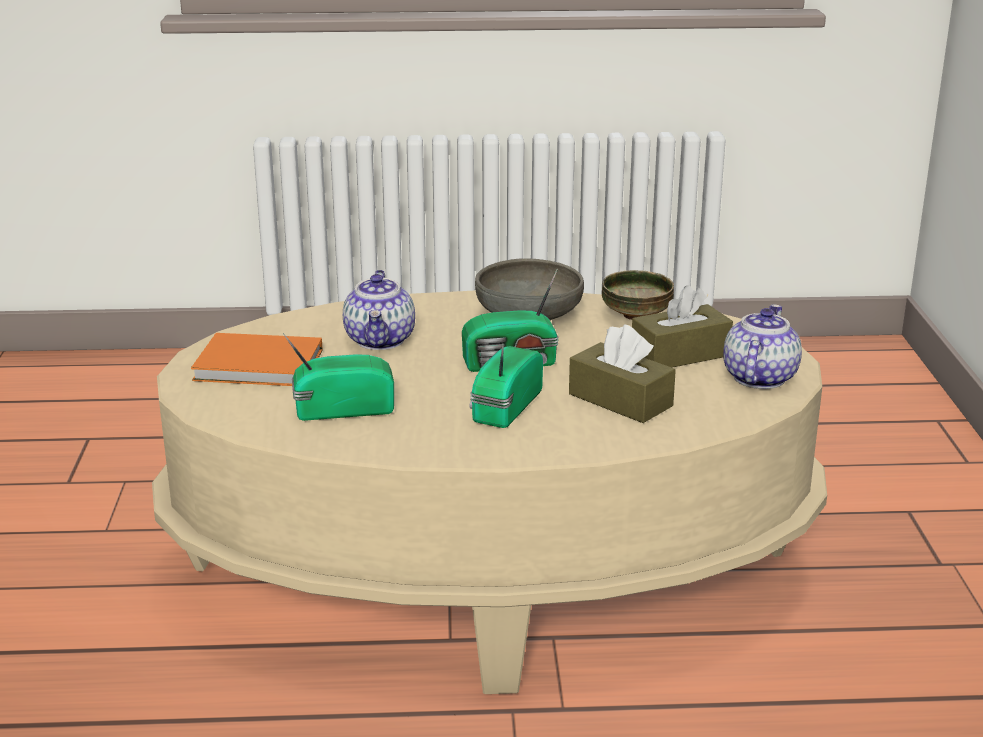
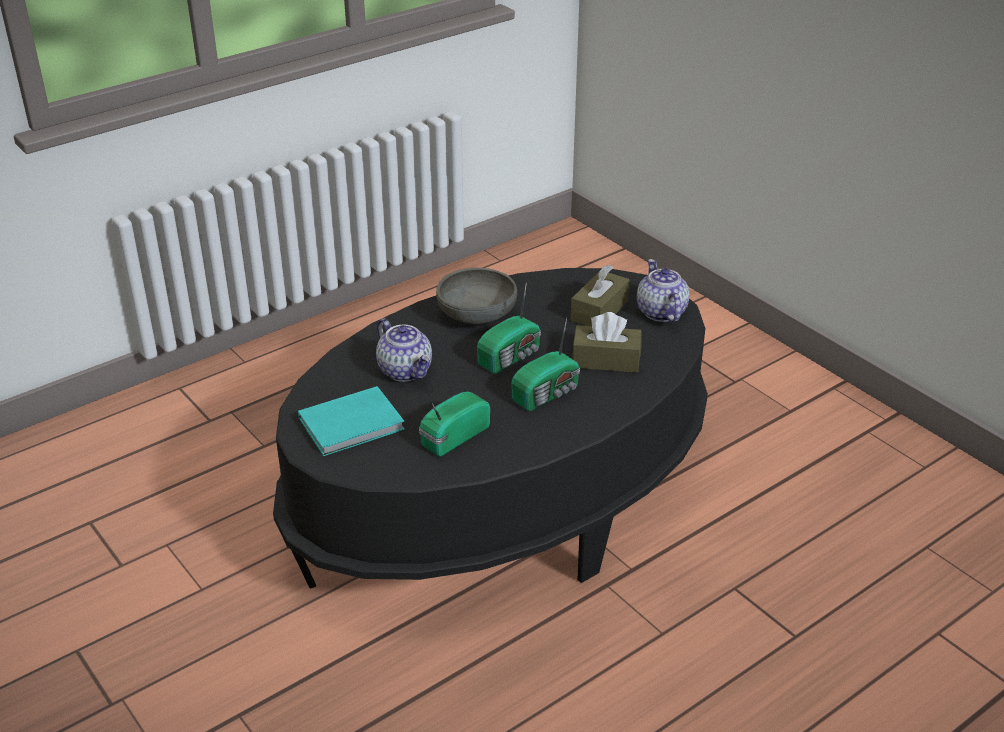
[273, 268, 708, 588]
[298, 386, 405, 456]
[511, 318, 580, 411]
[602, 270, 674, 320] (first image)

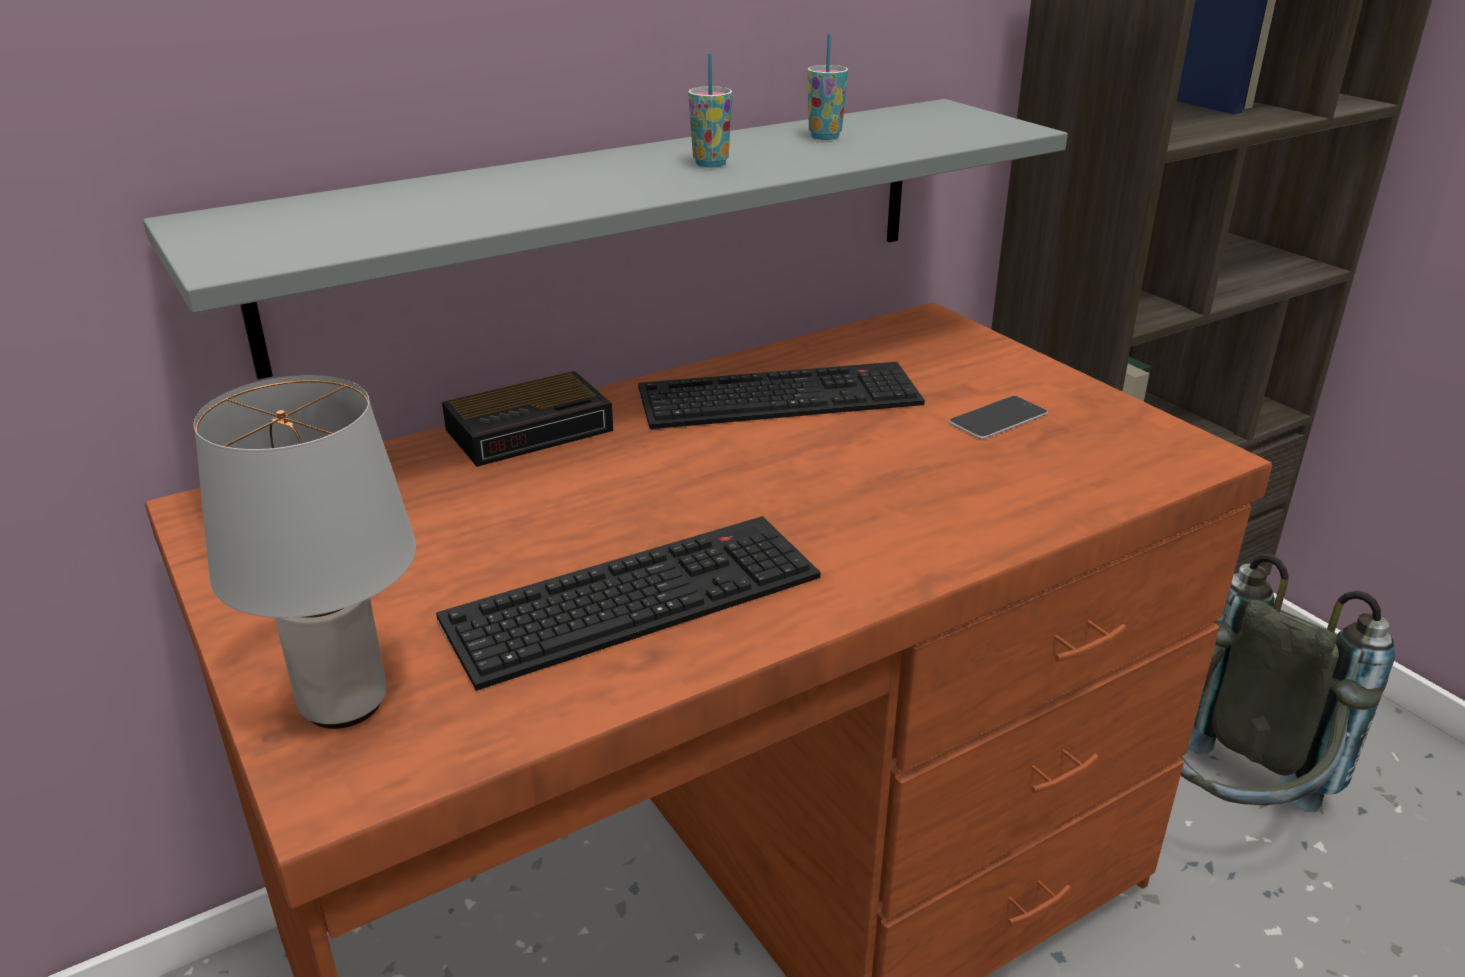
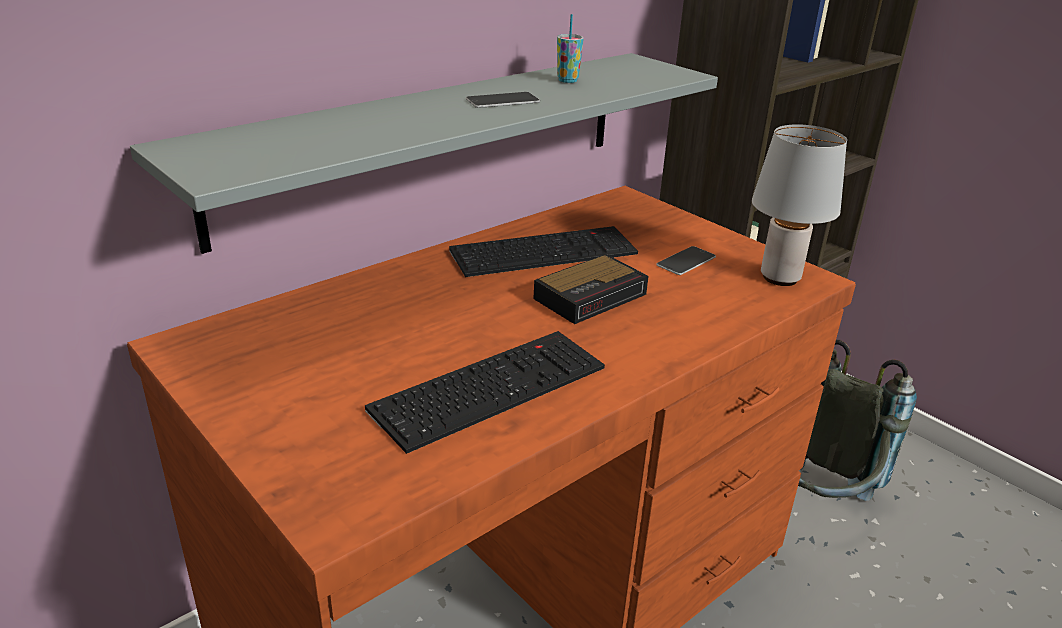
[466, 92, 540, 108]
[533, 254, 649, 324]
[752, 124, 847, 286]

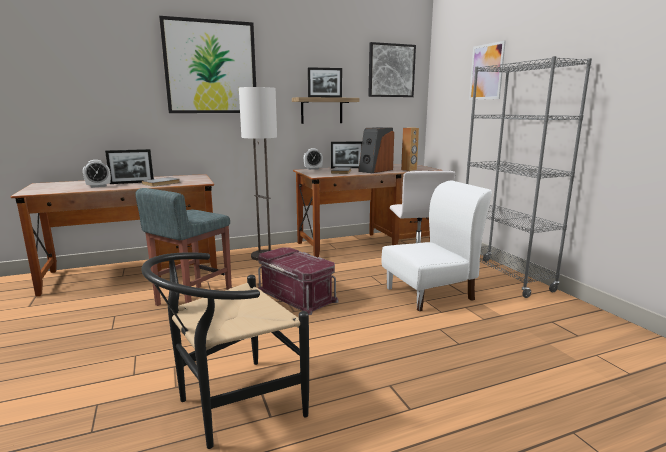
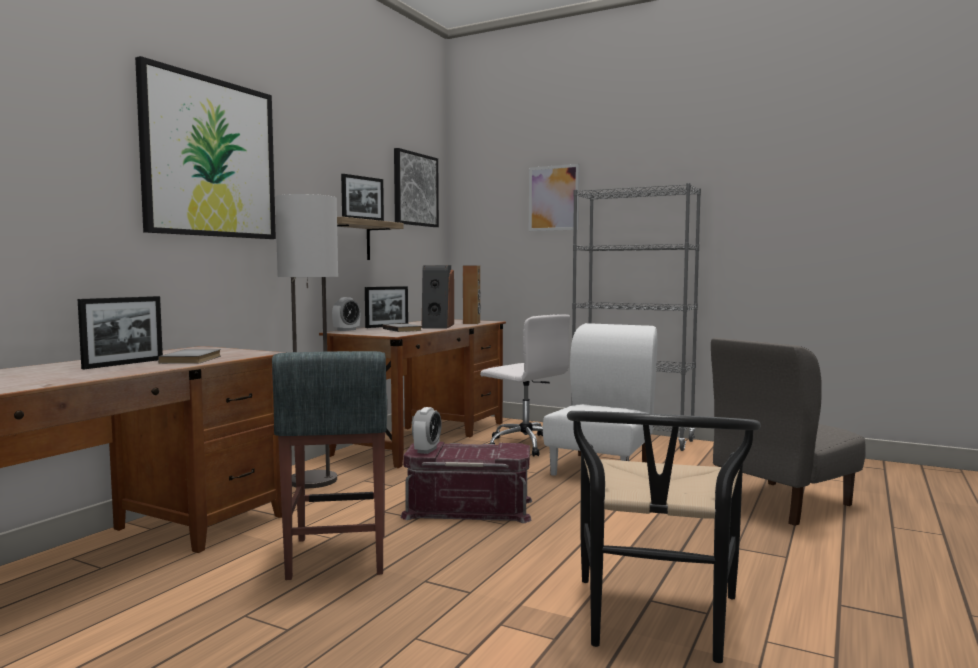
[412, 407, 442, 454]
[711, 338, 866, 526]

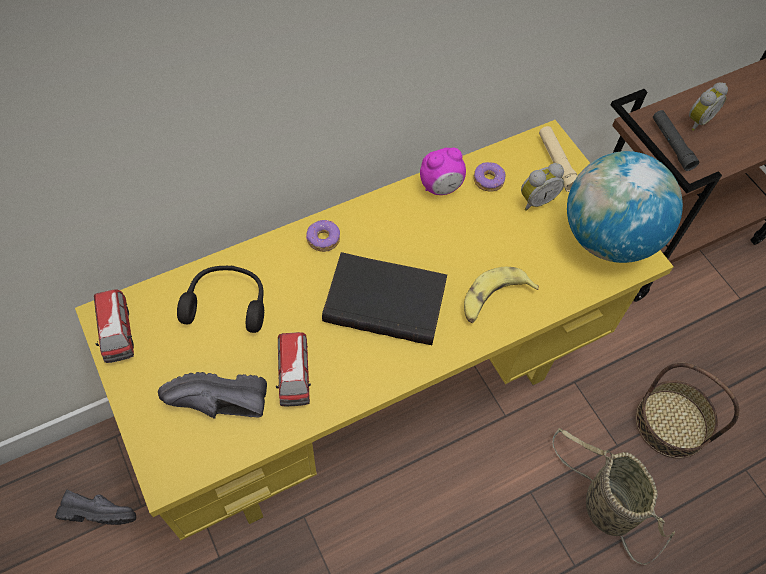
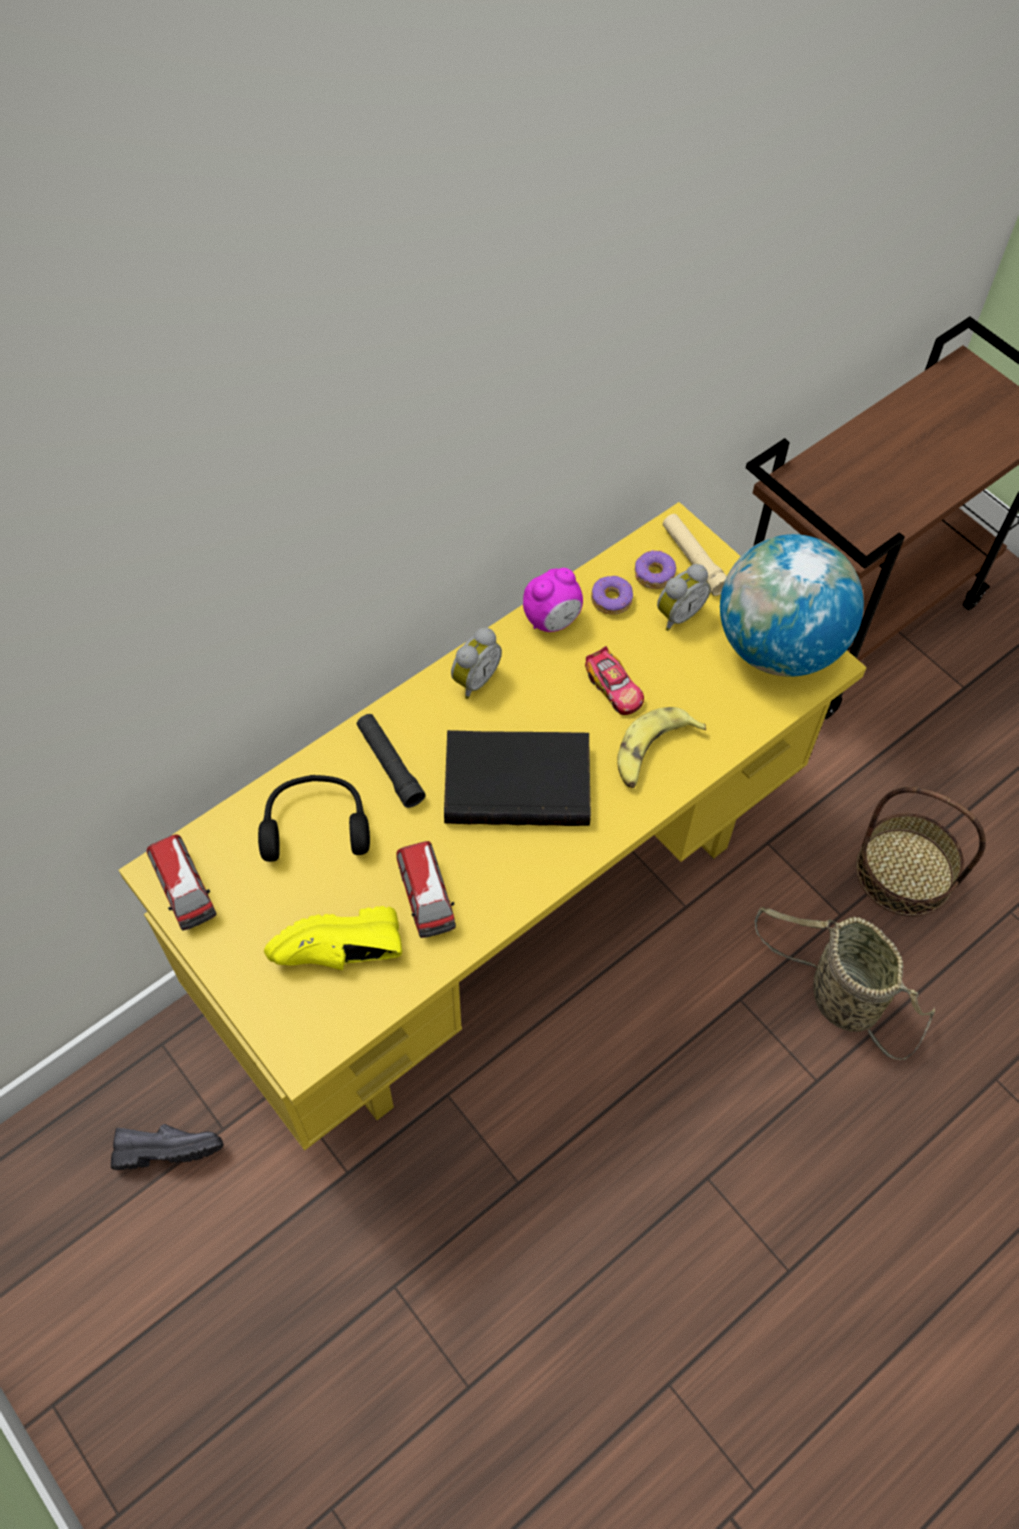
[264, 906, 402, 970]
[357, 714, 425, 808]
[451, 628, 502, 699]
[585, 646, 644, 715]
[635, 550, 676, 589]

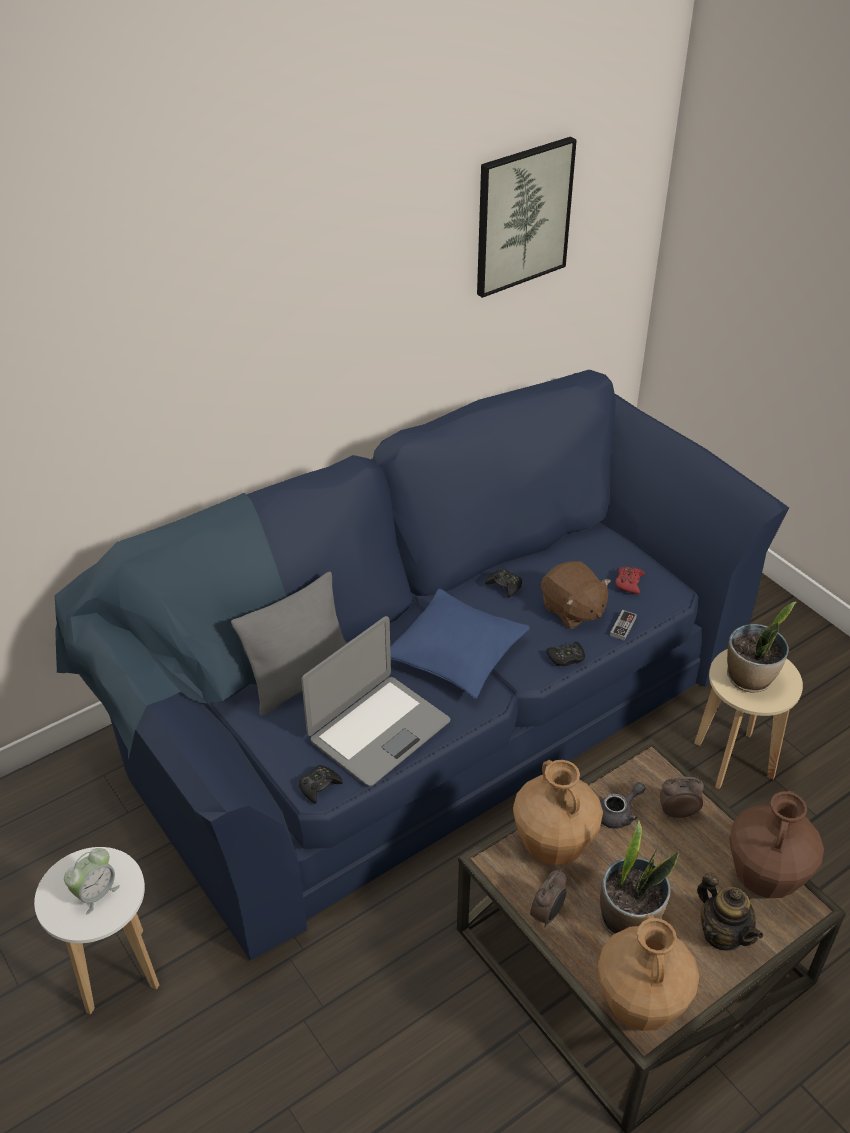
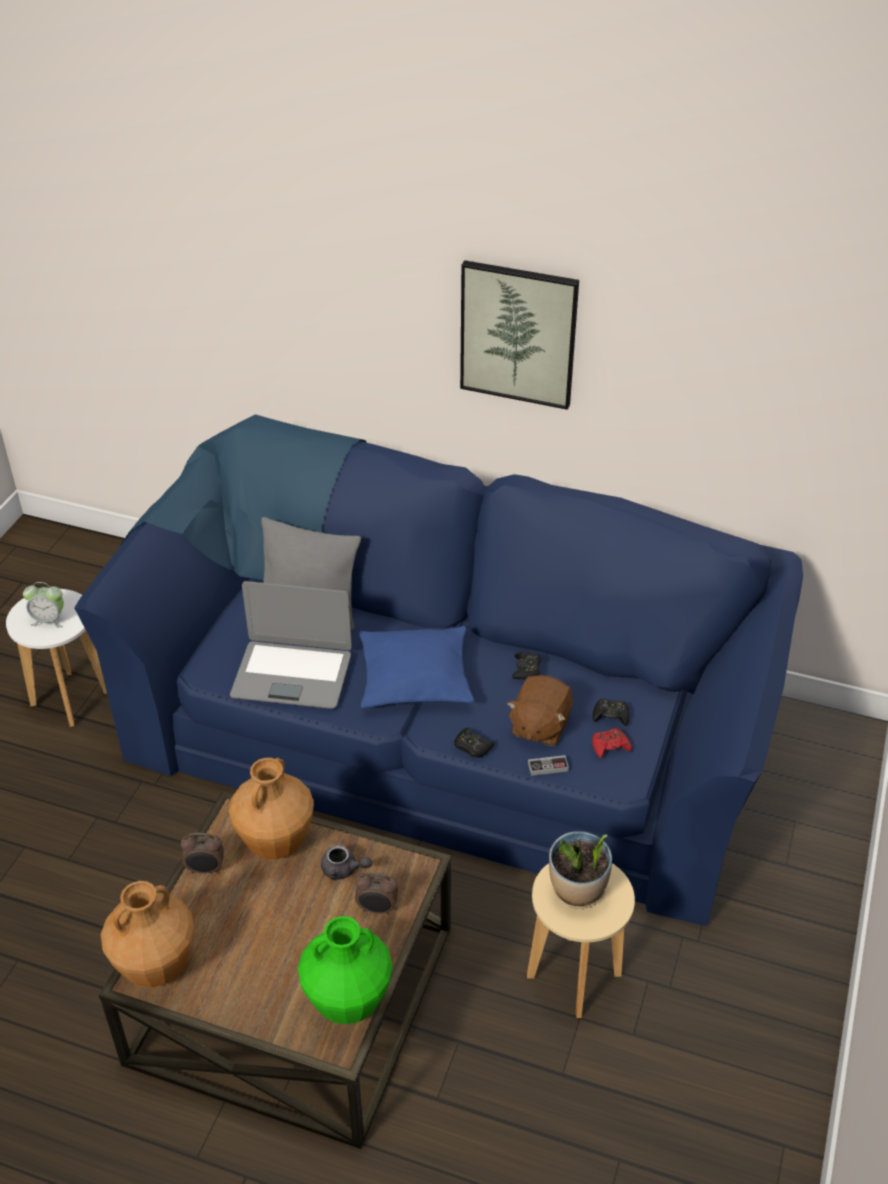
[298, 916, 392, 1024]
[355, 872, 398, 915]
[460, 260, 579, 410]
[593, 698, 630, 726]
[600, 820, 679, 935] (first image)
[697, 873, 763, 951] (first image)

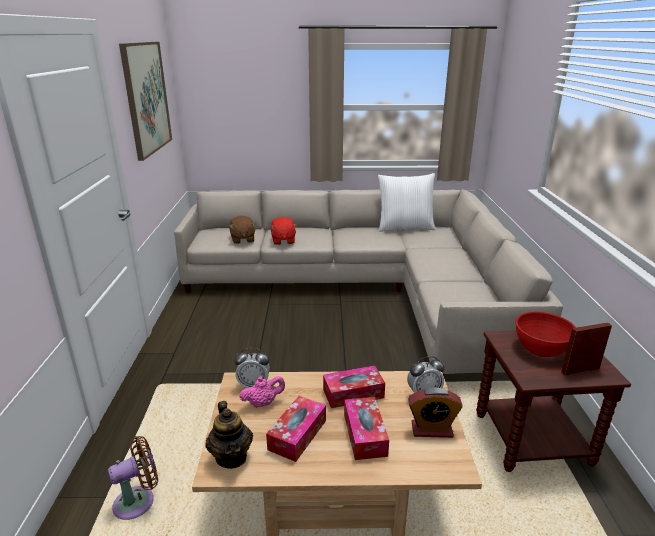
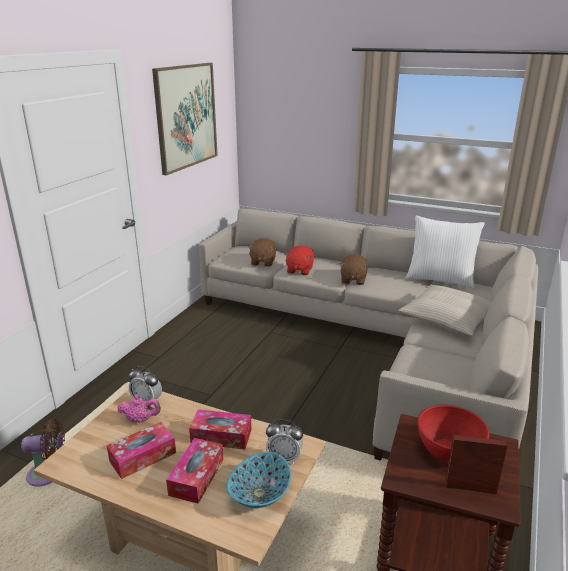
[226, 452, 291, 508]
[339, 254, 369, 285]
[399, 284, 492, 336]
[205, 401, 253, 469] (first image)

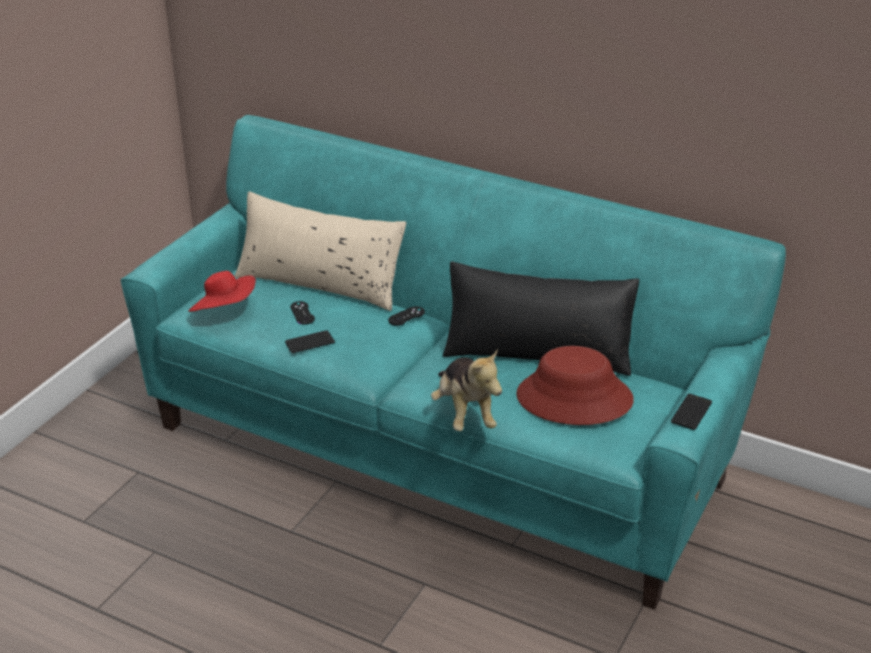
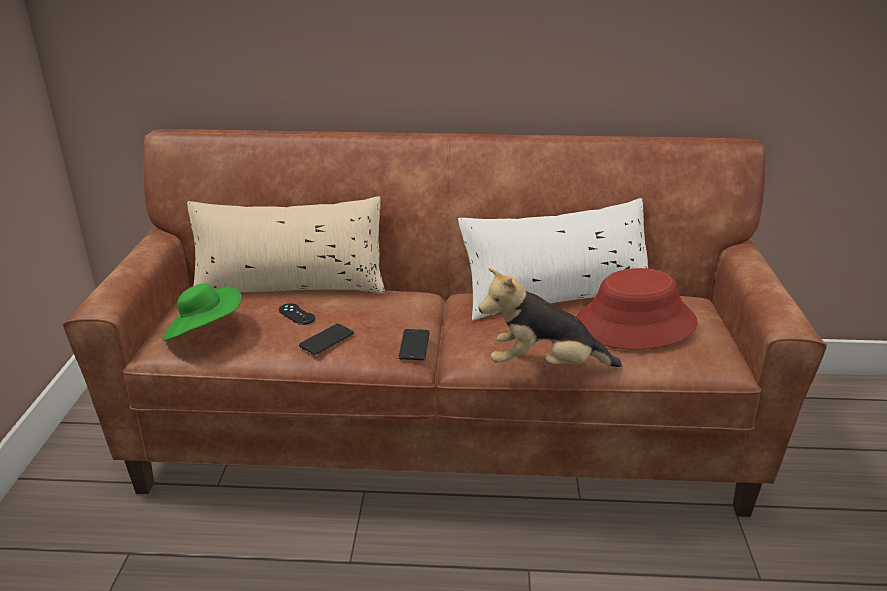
[63, 129, 827, 517]
[162, 283, 242, 341]
[398, 329, 430, 360]
[458, 198, 648, 321]
[479, 268, 622, 367]
[388, 306, 425, 326] (first image)

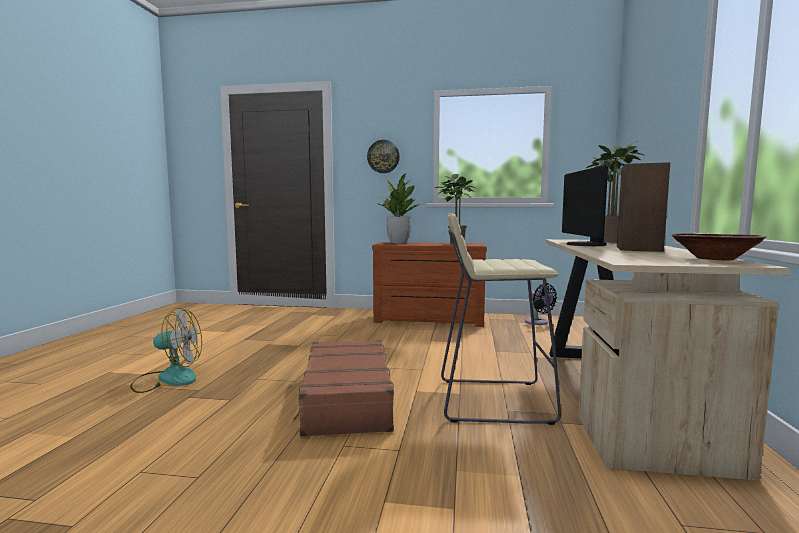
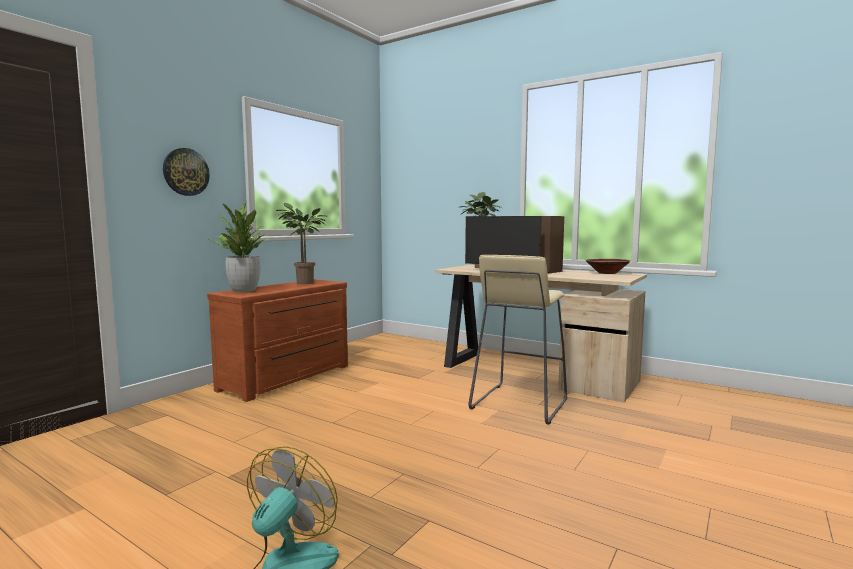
[293, 340, 394, 437] (first image)
[525, 283, 557, 325] (first image)

